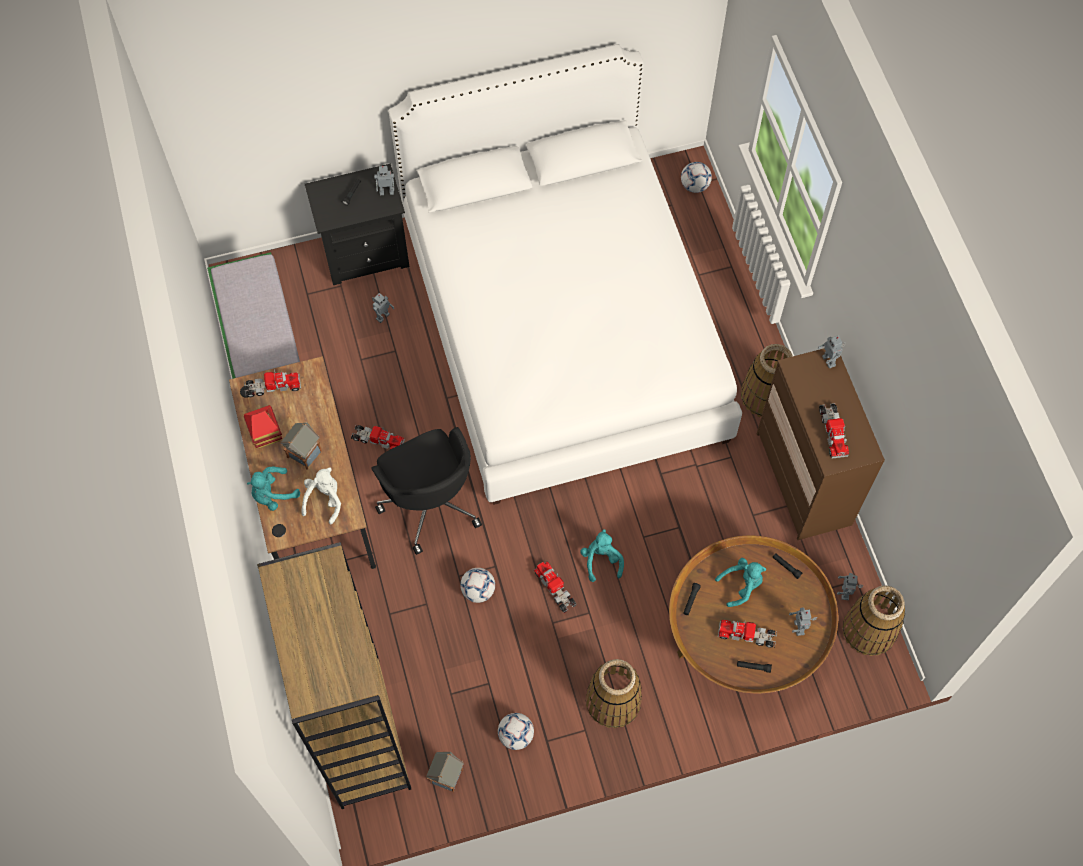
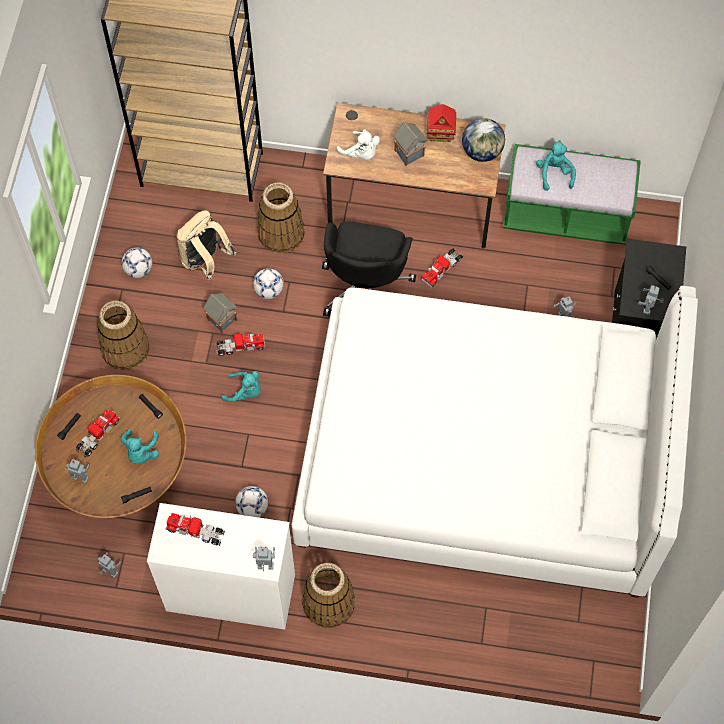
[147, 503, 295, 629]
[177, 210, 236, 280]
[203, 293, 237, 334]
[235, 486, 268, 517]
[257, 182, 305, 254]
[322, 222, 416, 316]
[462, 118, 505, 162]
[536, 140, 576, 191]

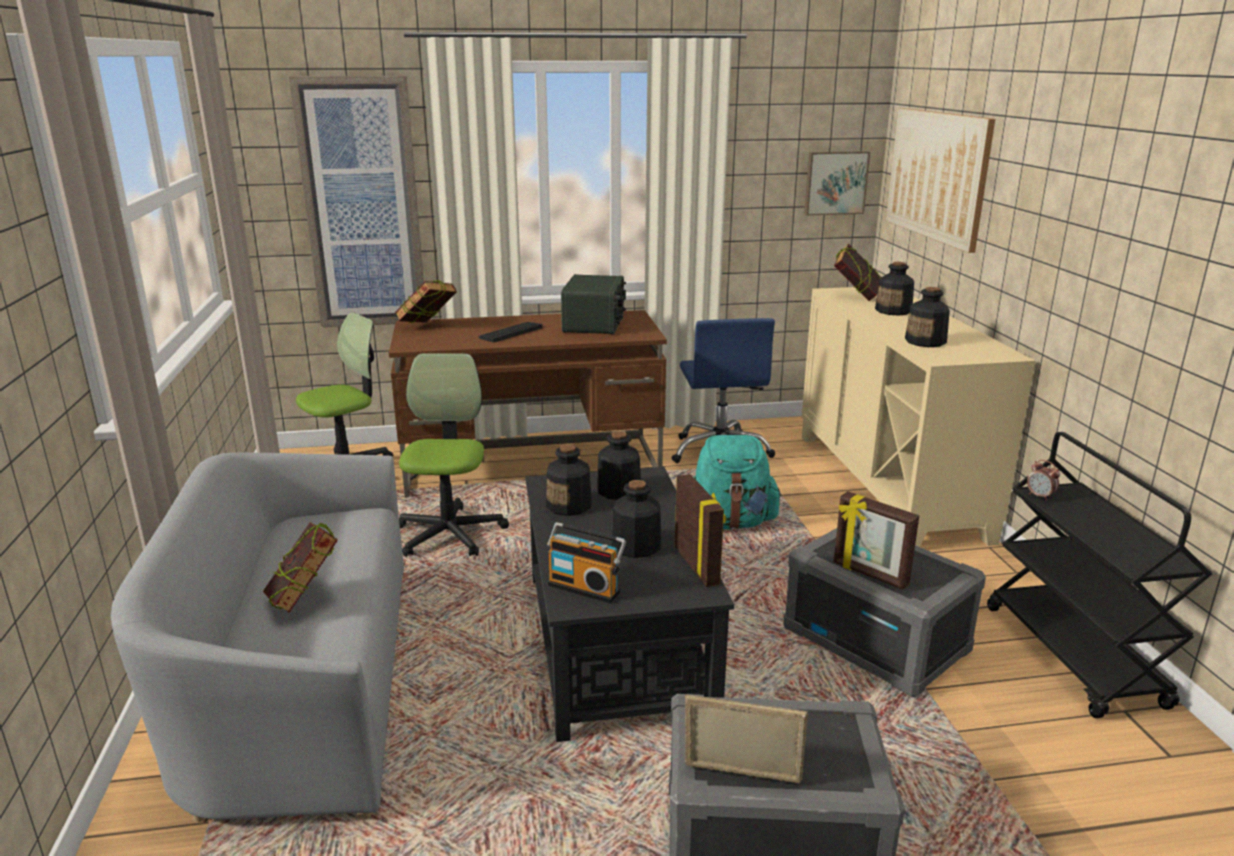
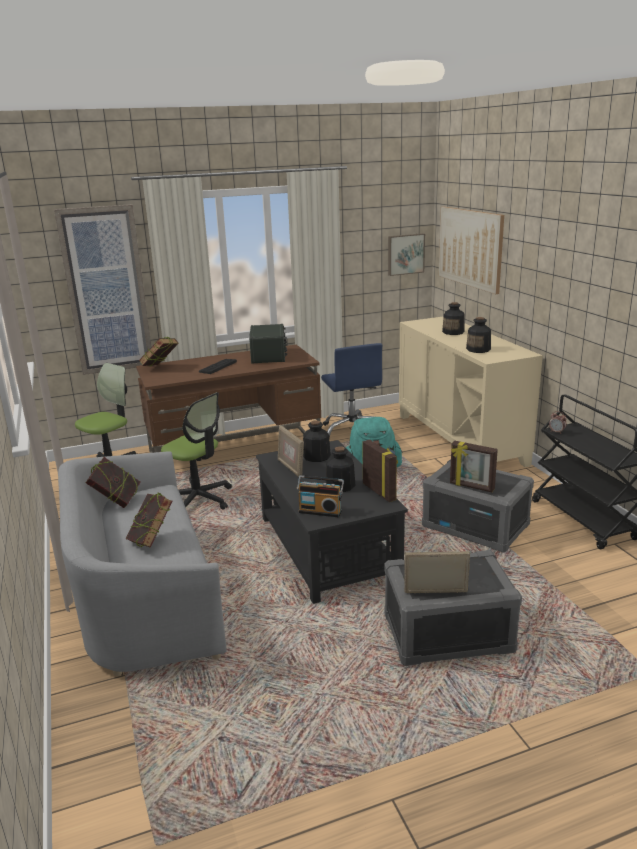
[86, 457, 140, 508]
[161, 392, 232, 510]
[278, 425, 304, 477]

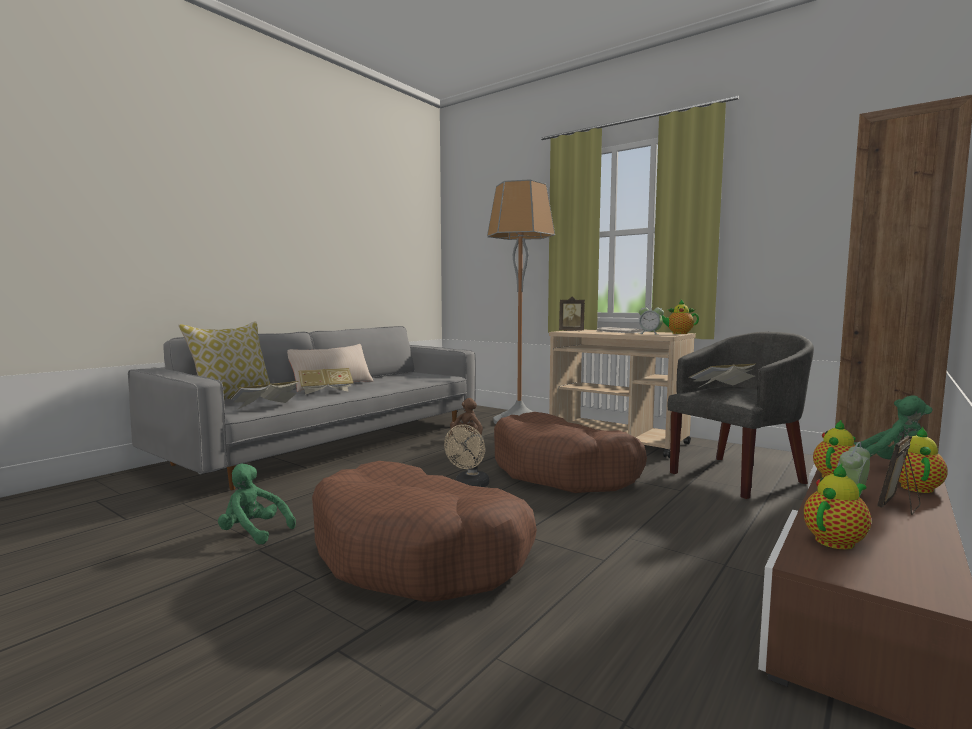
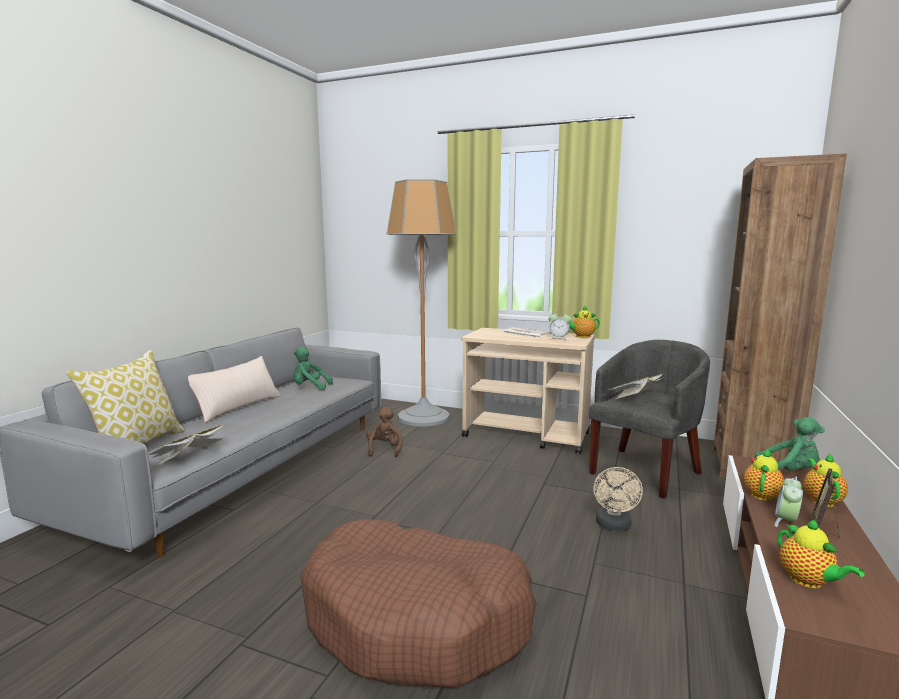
[293, 347, 333, 390]
[593, 467, 643, 531]
[778, 520, 865, 588]
[298, 368, 353, 395] (first image)
[494, 412, 647, 493] (first image)
[559, 296, 585, 331] (first image)

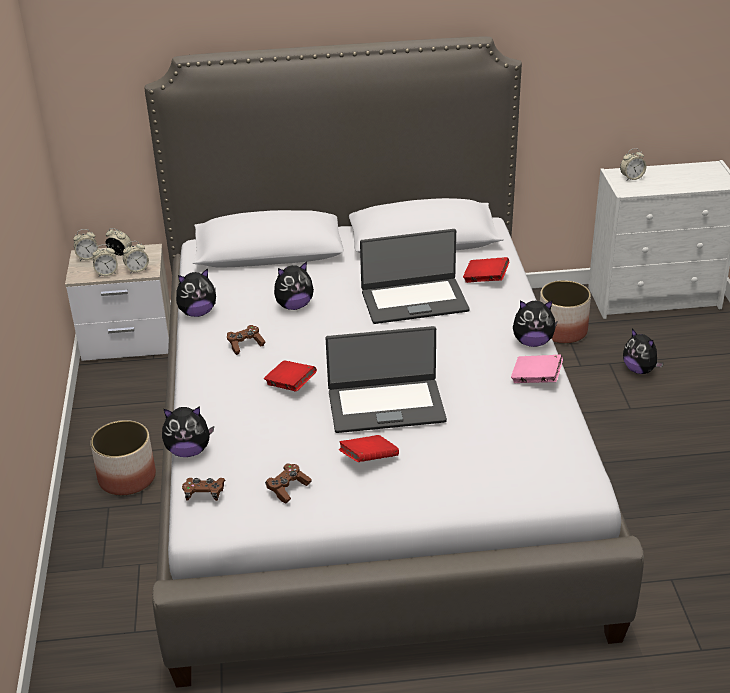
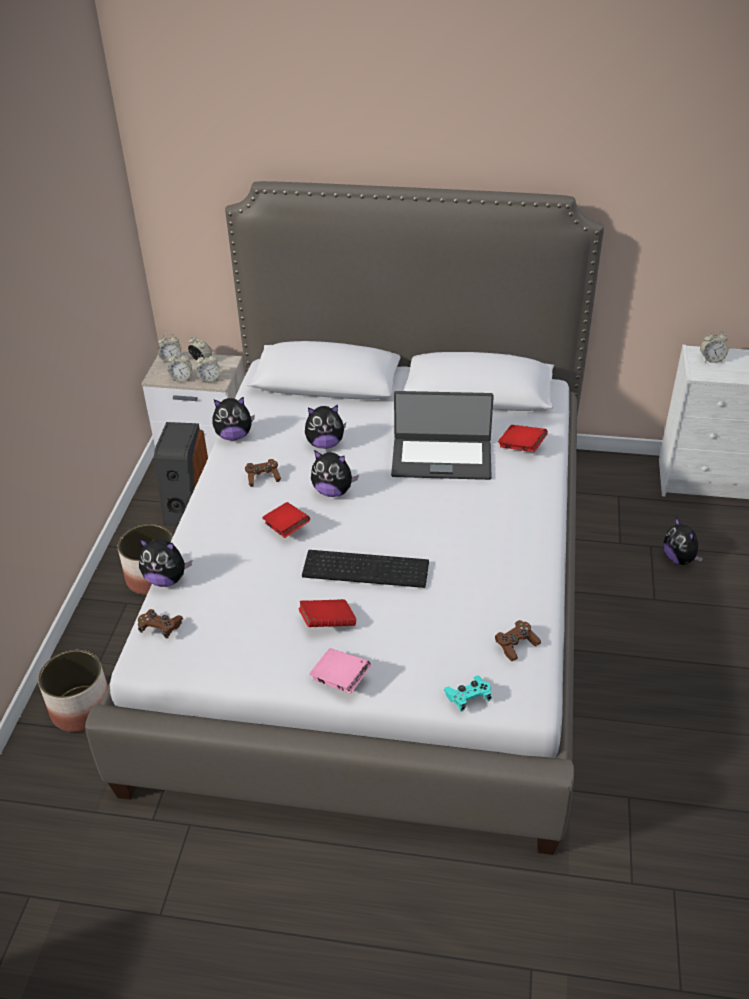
[38, 650, 108, 732]
[154, 422, 208, 527]
[302, 550, 429, 588]
[309, 648, 371, 694]
[311, 450, 359, 497]
[444, 675, 491, 711]
[495, 620, 541, 661]

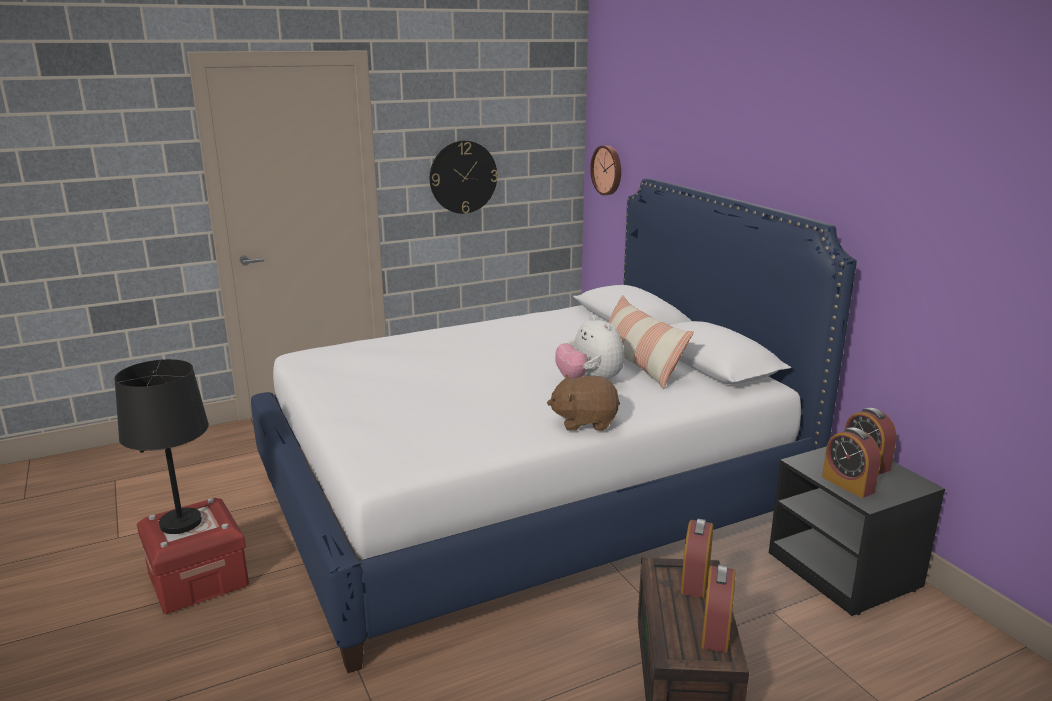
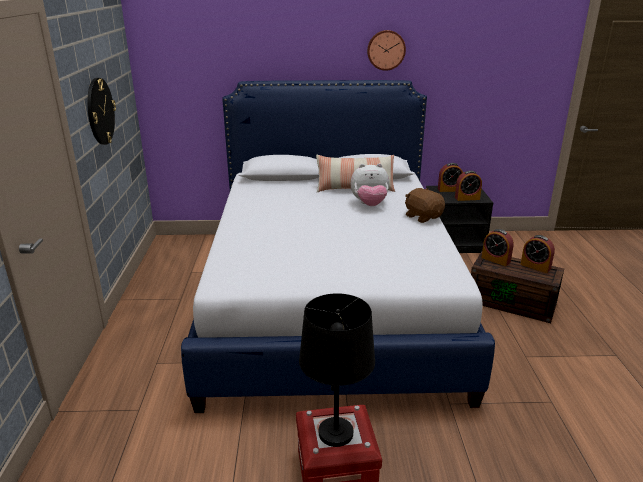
[367, 30, 406, 71]
[405, 188, 445, 223]

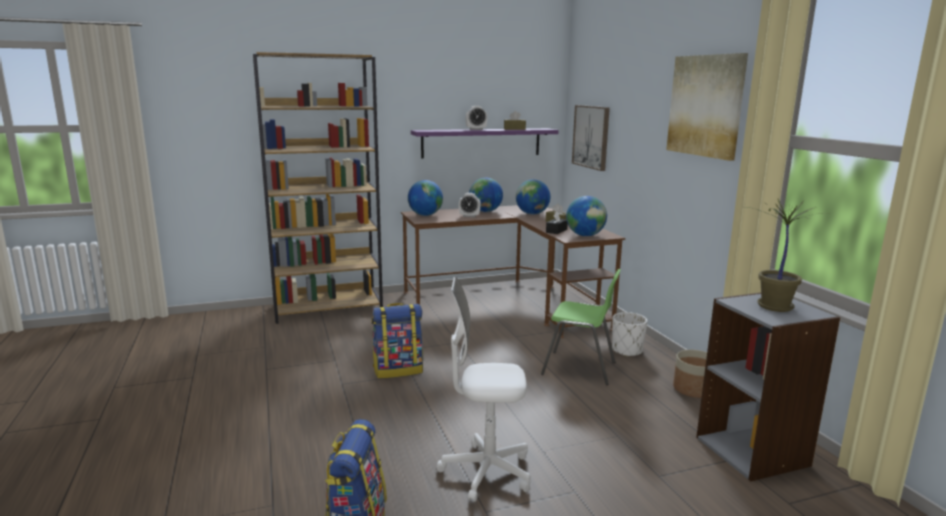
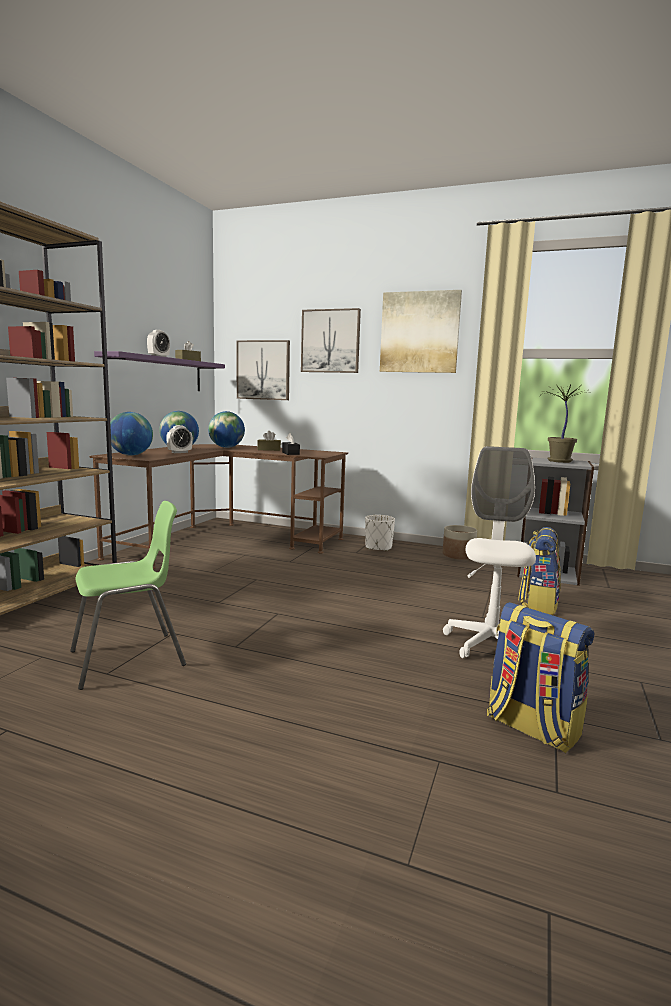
[70, 501, 186, 690]
[301, 308, 361, 373]
[443, 446, 536, 658]
[518, 527, 561, 615]
[566, 196, 607, 236] (first image)

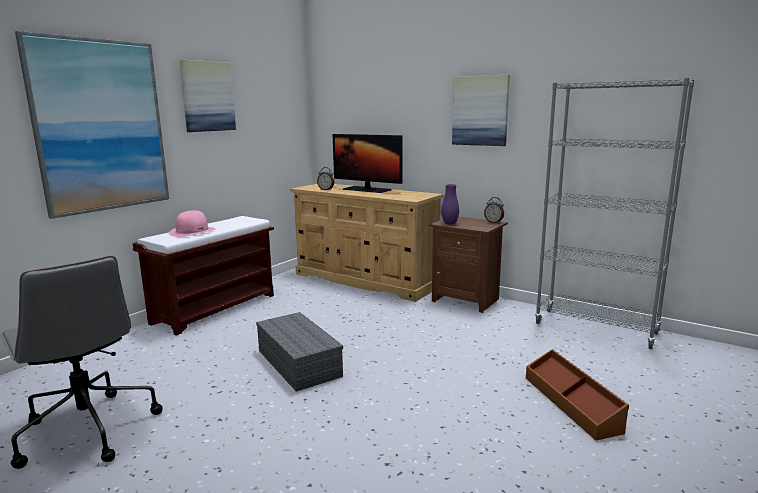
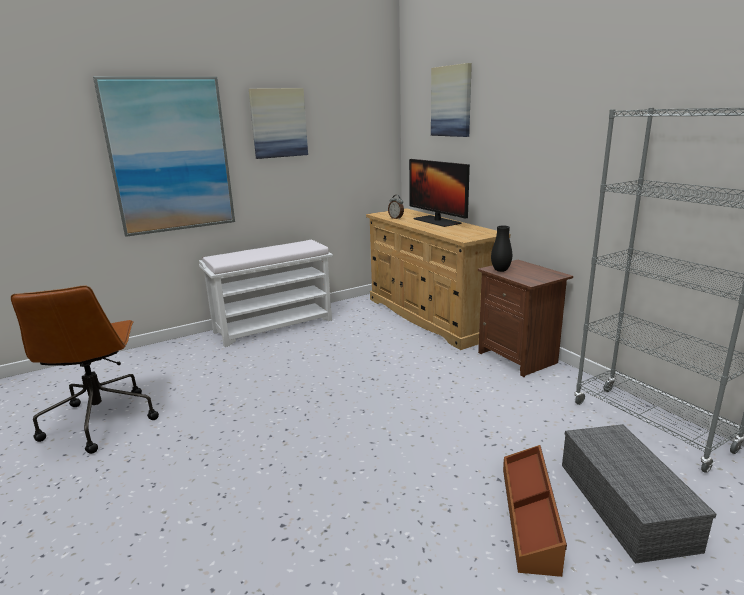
[11, 286, 159, 454]
[199, 240, 333, 347]
[431, 63, 472, 137]
[491, 226, 512, 272]
[562, 424, 716, 564]
[169, 210, 215, 237] (first image)
[484, 197, 504, 223] (first image)

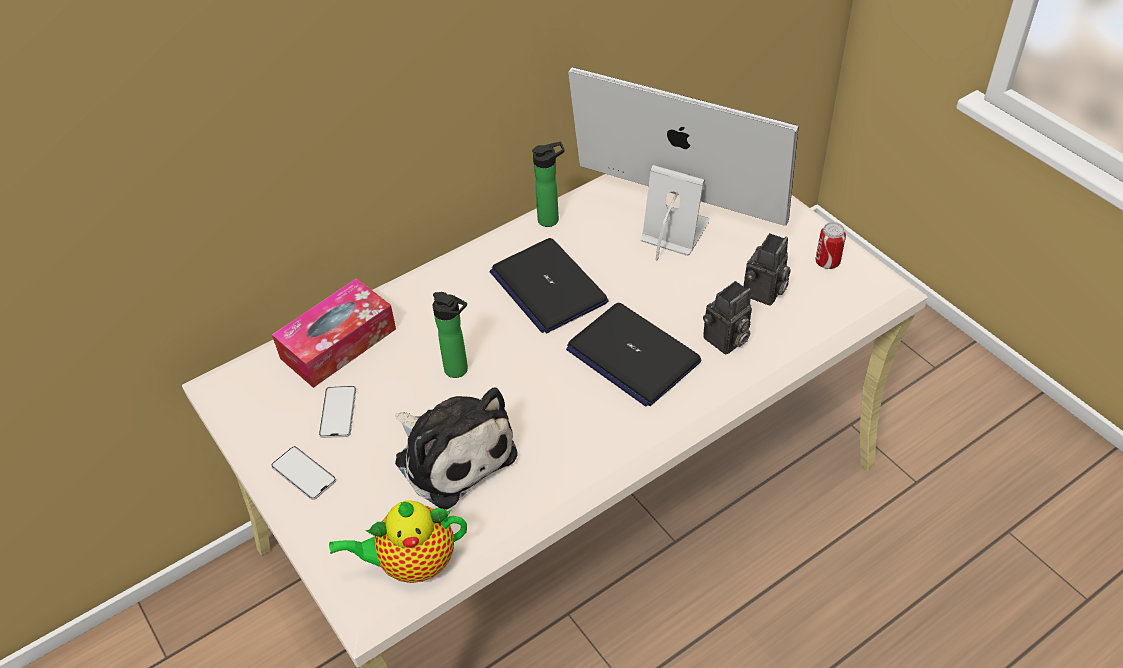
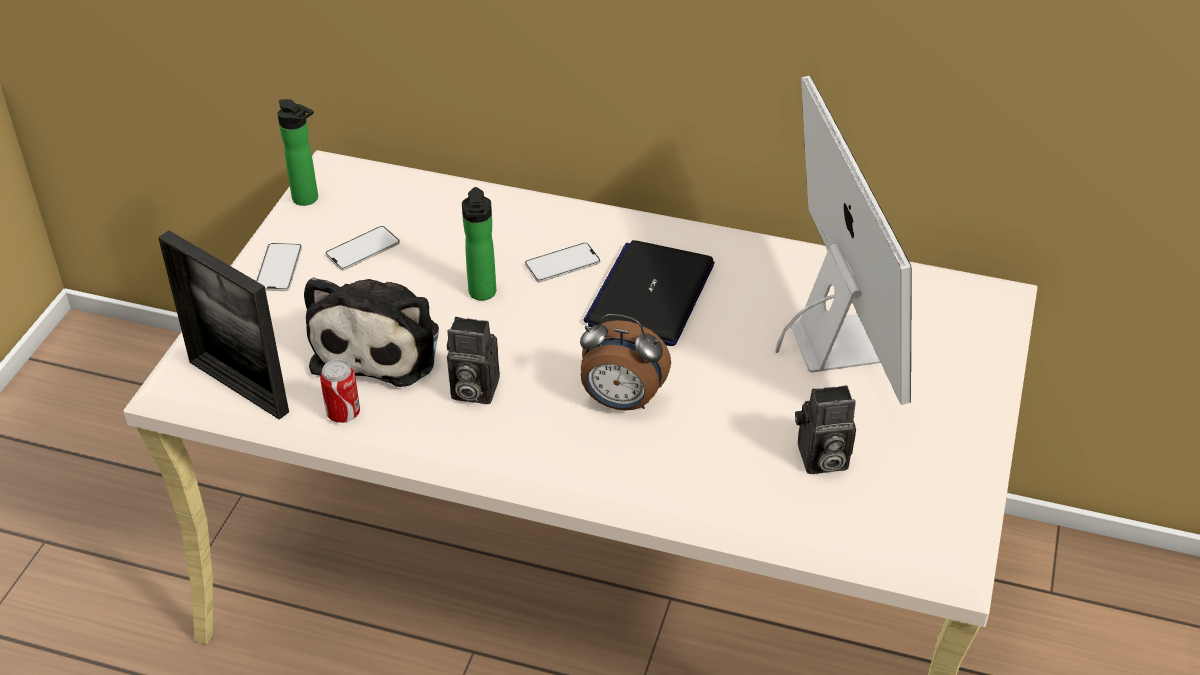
[158, 230, 289, 420]
[277, 99, 318, 206]
[320, 359, 360, 423]
[447, 317, 500, 404]
[525, 243, 600, 282]
[580, 314, 671, 411]
[272, 278, 396, 388] (first image)

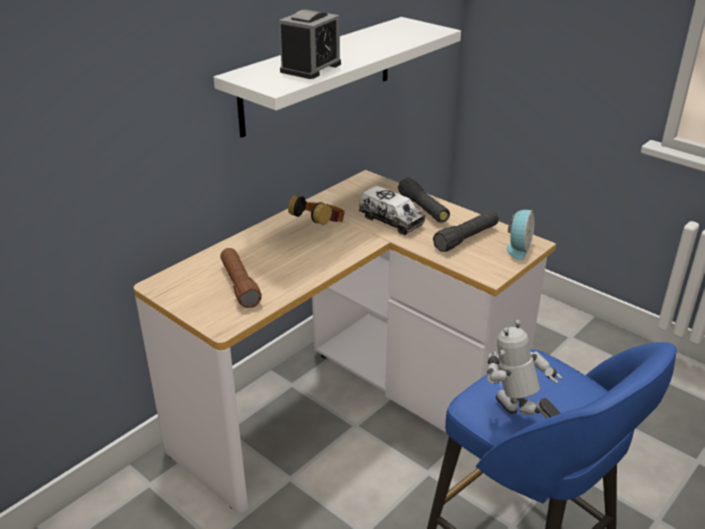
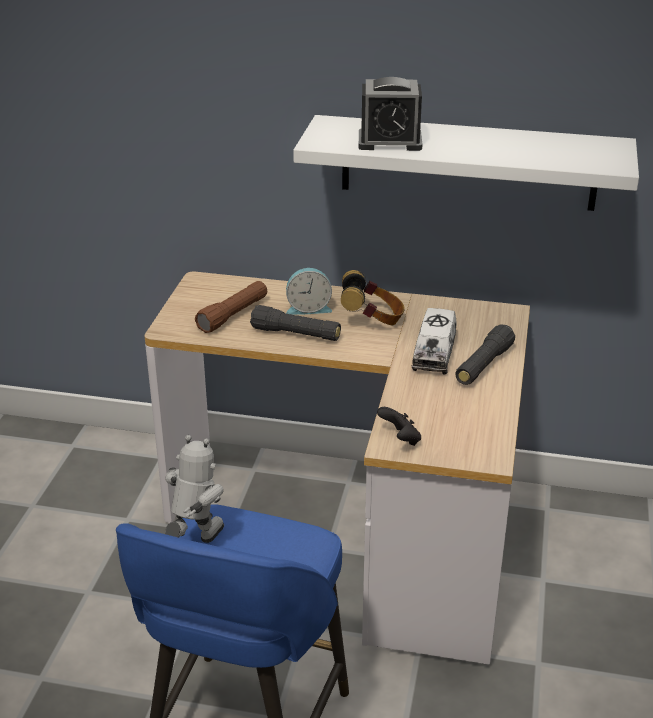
[250, 305, 341, 341]
[286, 268, 332, 315]
[377, 407, 421, 446]

